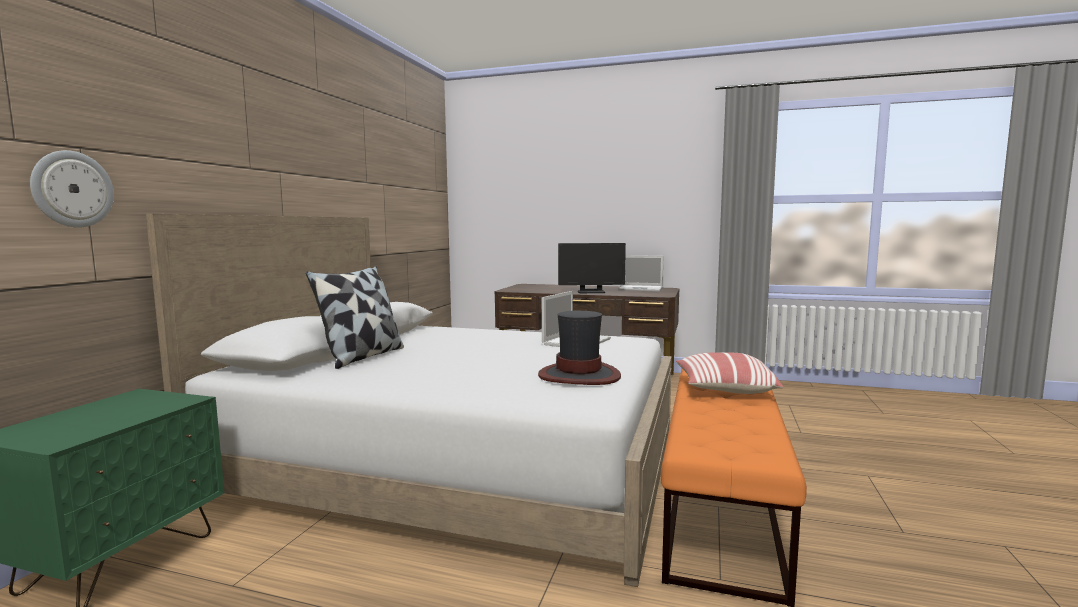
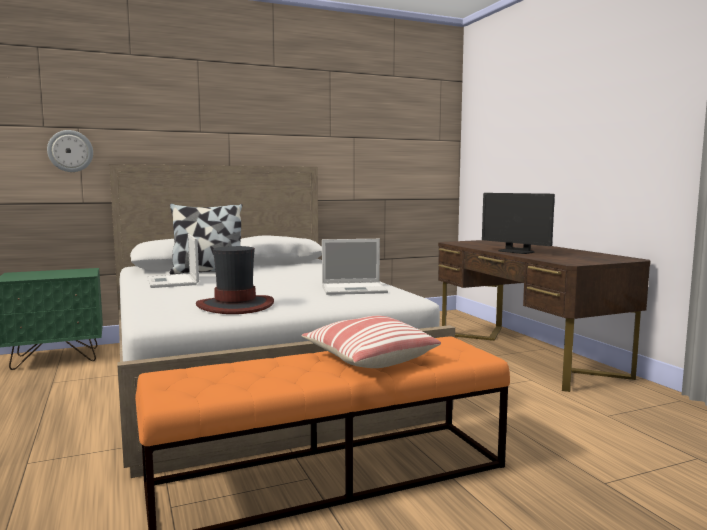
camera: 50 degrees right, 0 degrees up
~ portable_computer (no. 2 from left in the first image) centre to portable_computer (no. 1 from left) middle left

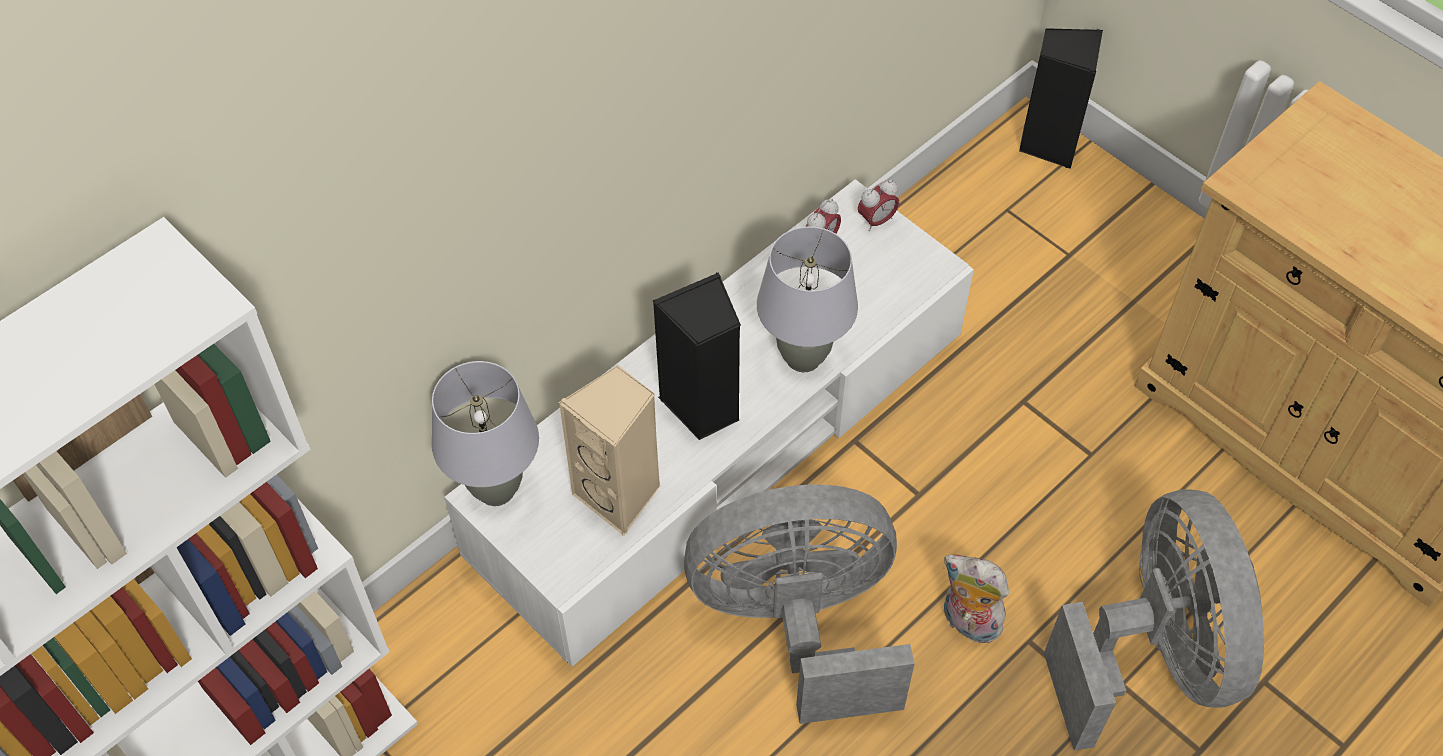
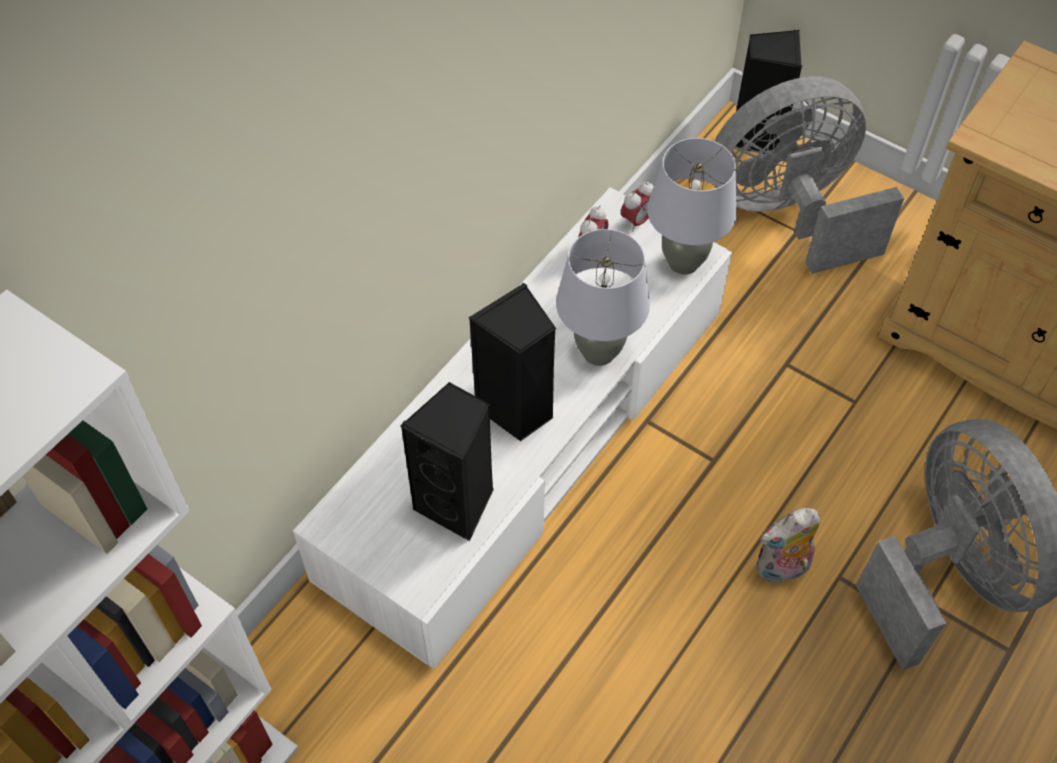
camera: 10 degrees left, 0 degrees up
~ sand-coloured_loudspeaker centre to blackish_loudspeaker (no. 1 from left) centre
~ gray_tabletop_lamp (no. 1 from left in the first image) centre to gray_tabletop_lamp (no. 2 from left) top centre
~ gray_electric_fan (no. 1 from left) bottom centre to top right
~ plush_toy bottom right = bottom right 45 degrees counterclockwise

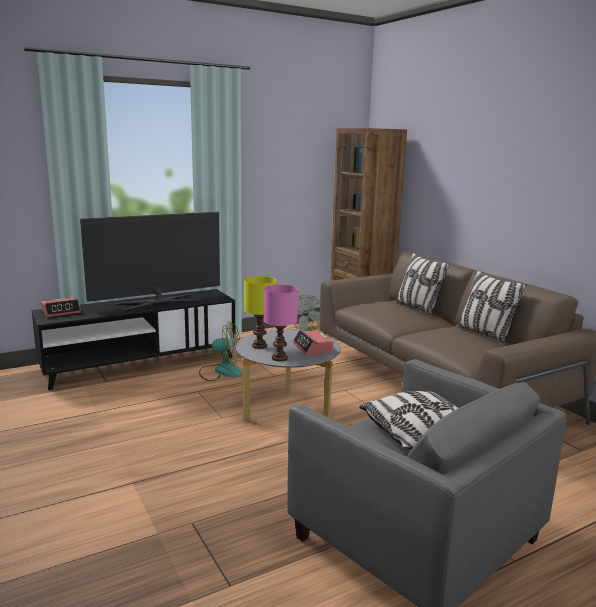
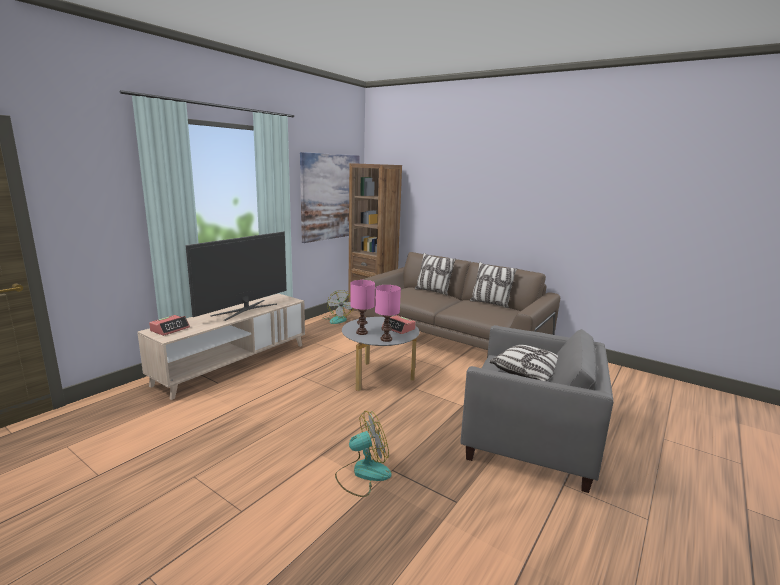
camera: 25 degrees left, 0 degrees up
~ blackish_tv_stand middle left to sand-coloured_tv_stand middle left
+ picture centre
~ electric_fan (no. 1 from left in the first image) centre to electric_fan (no. 2 from left) bottom centre
~ yellow-coloured_tabletop_lamp centre to pinkish_tabletop_lamp (no. 1 from left) centre

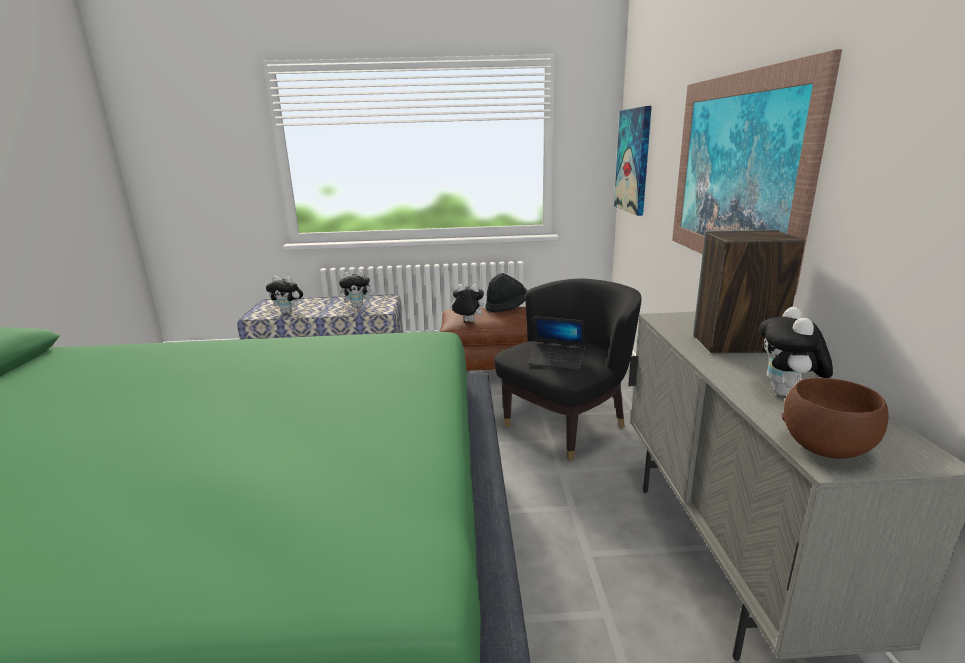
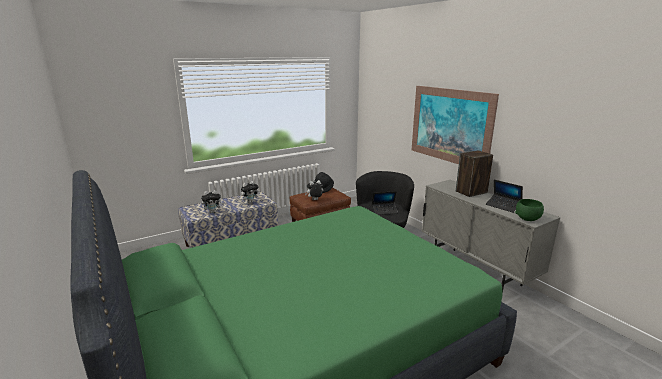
camera: 30 degrees left, 0 degrees up
~ plush_toy (no. 4 from left) middle right to portable_computer (no. 2 from left) middle right
~ brown-coloured_serving_bowl middle right to greenish_serving_bowl middle right
- picture (no. 1 from left) top centre

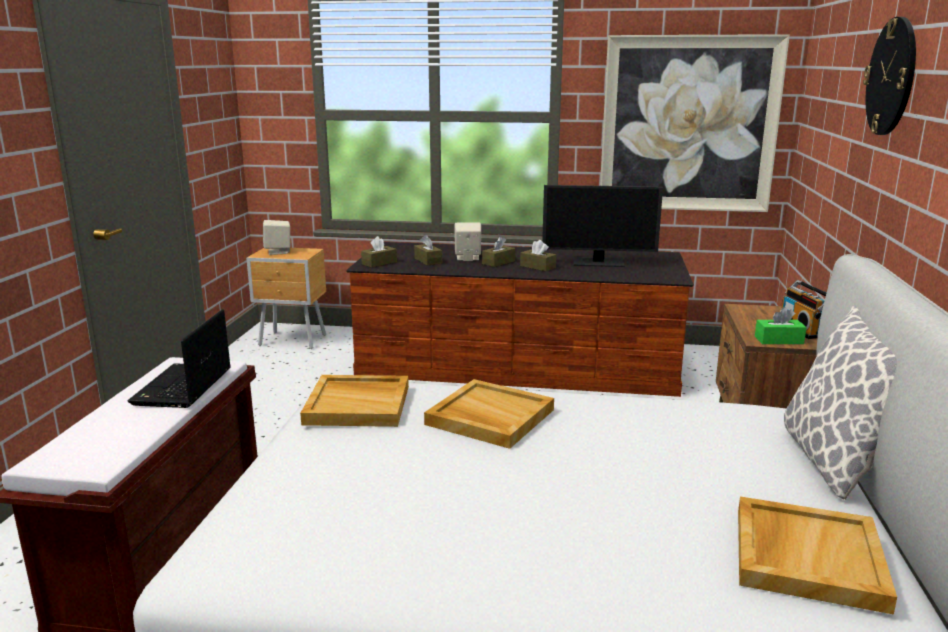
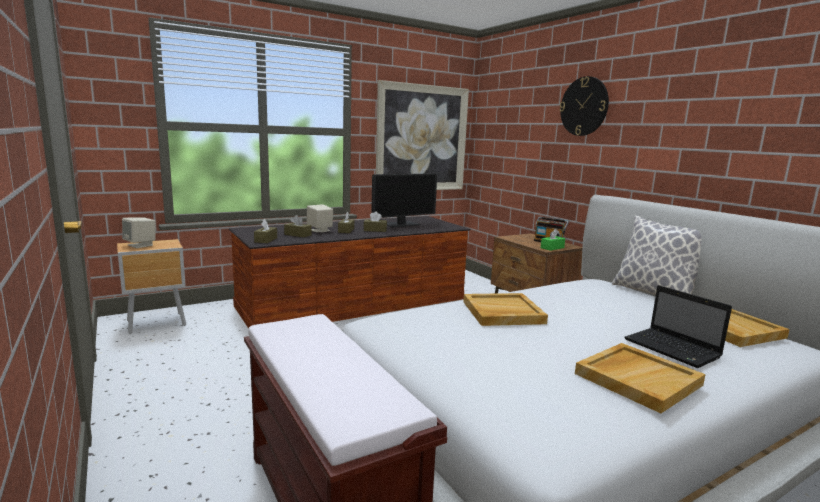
camera: 40 degrees left, 5 degrees down
~ sand-coloured_tray (no. 1 from left in the first image) centre to sand-coloured_tray (no. 2 from left) bottom right
~ portable_computer middle left to middle right

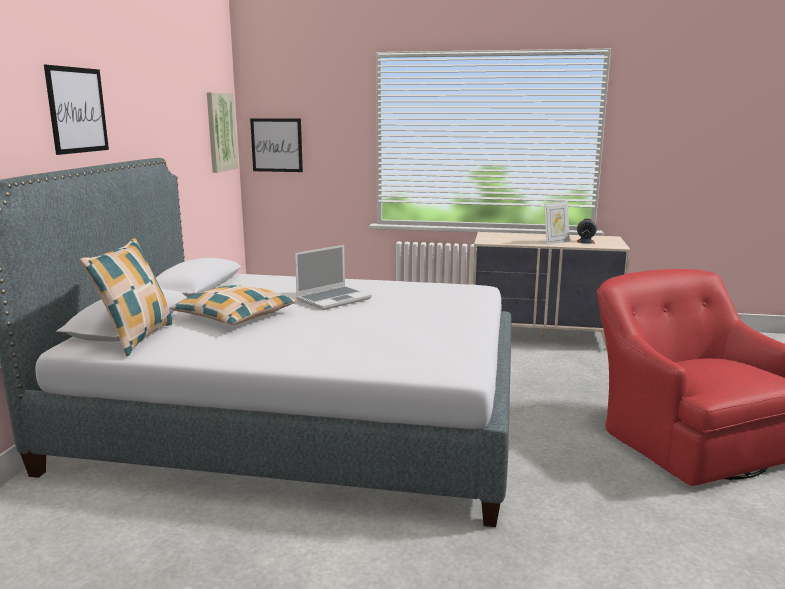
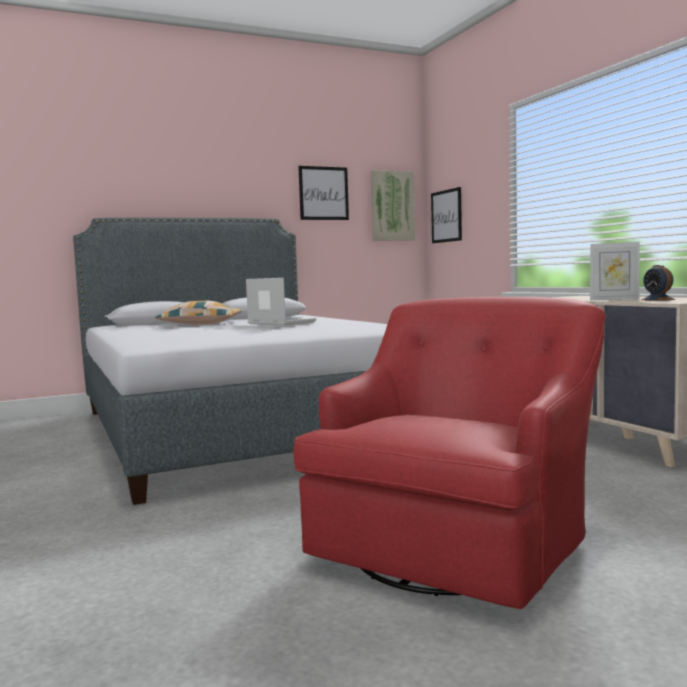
camera: 55 degrees right, 10 degrees down
~ portable_computer centre = centre 150 degrees counterclockwise
~ picture (no. 1 from left) top left to top centre
- throw_pillow (no. 1 from left) middle left

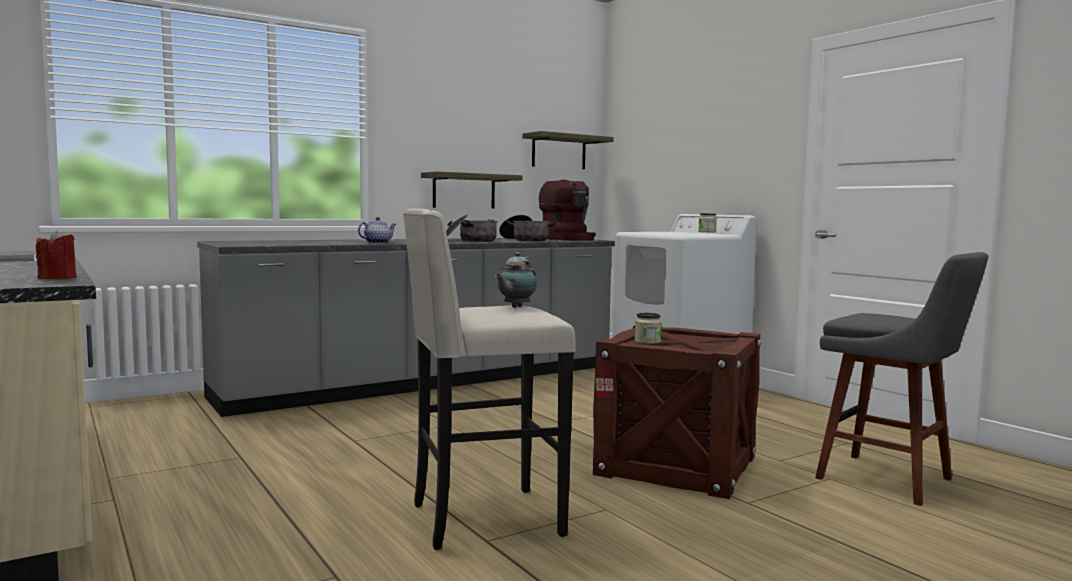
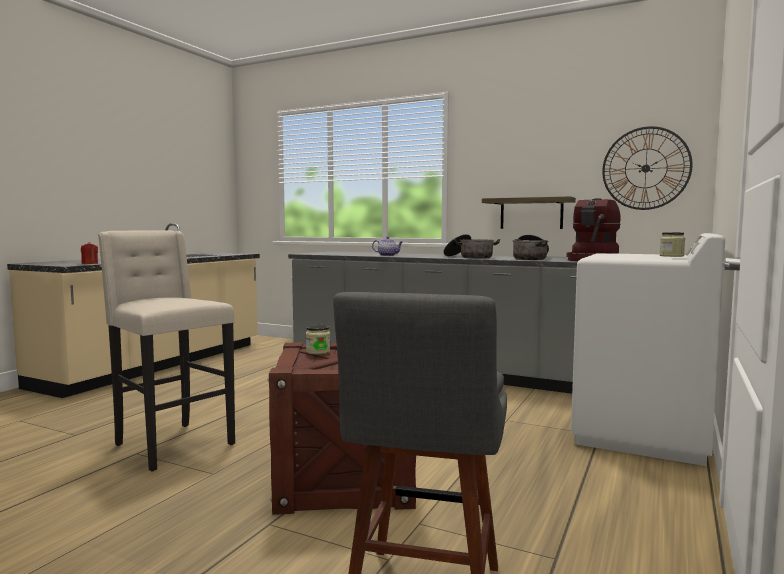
camera: 60 degrees right, 0 degrees up
~ bracket_shelf (no. 2 from left) top centre to hanging_clock top right
- teapot (no. 2 from left) centre

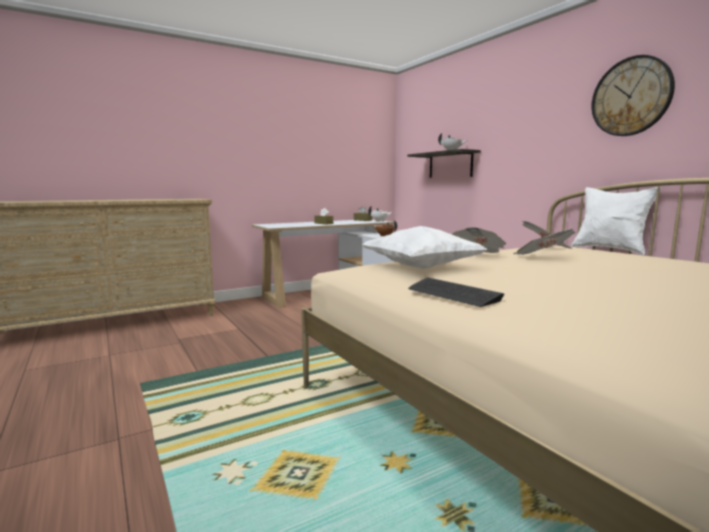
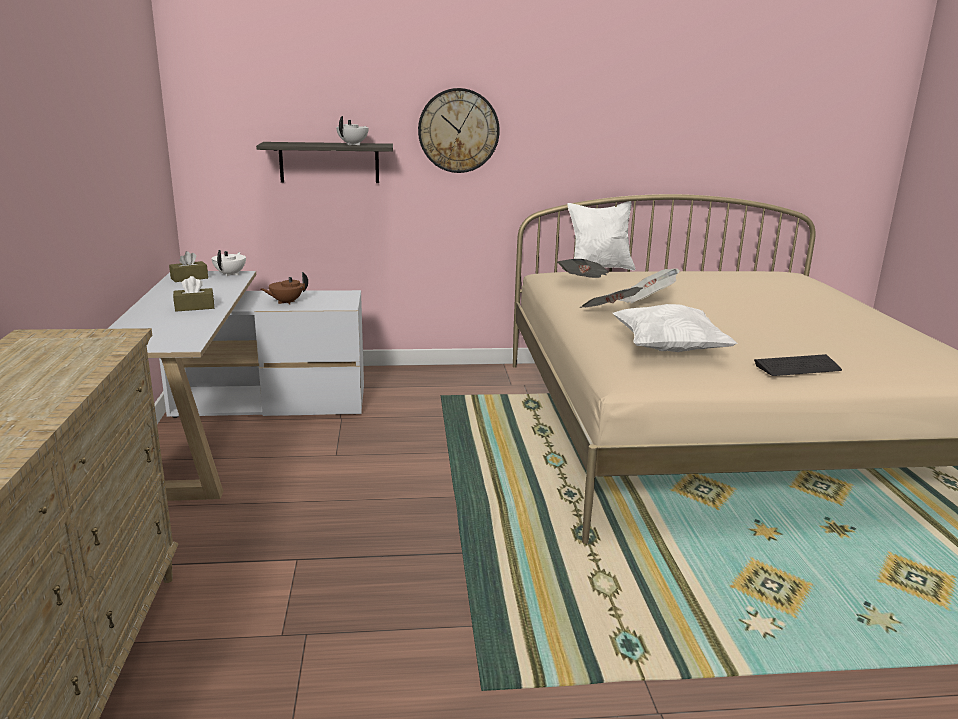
camera: 65 degrees left, 10 degrees up
~ hanging_clock top right to top centre

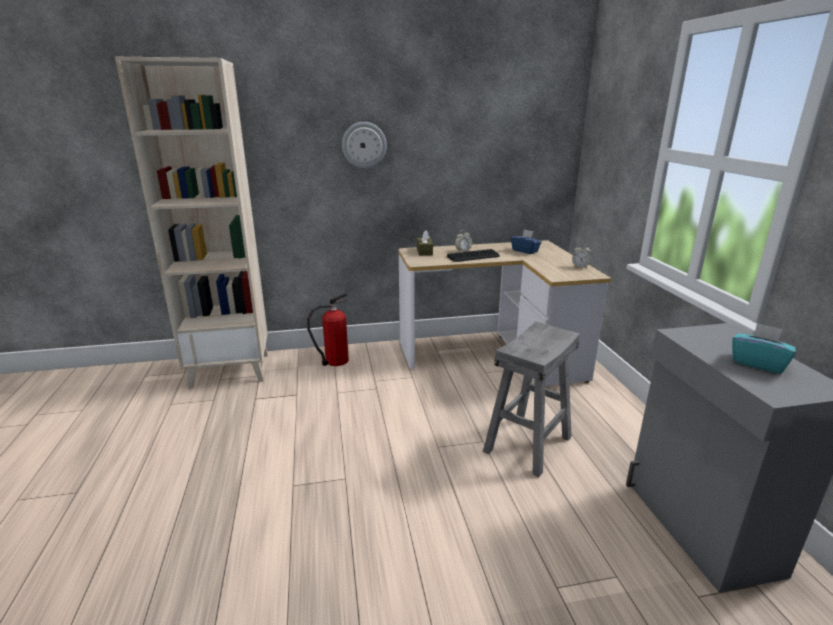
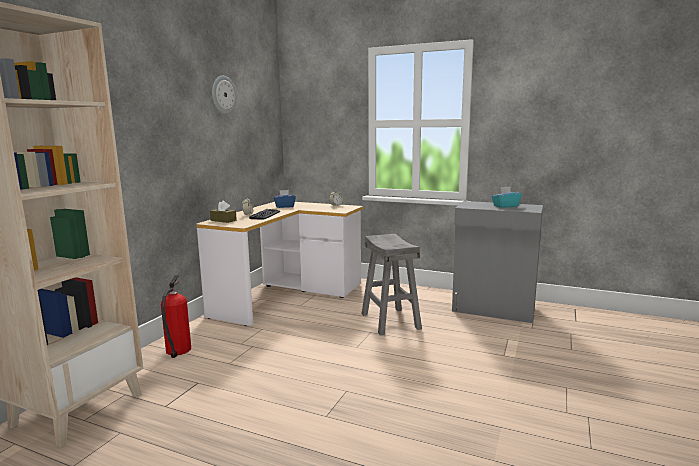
camera: 55 degrees left, 10 degrees down
~ hanging_clock top centre to top left

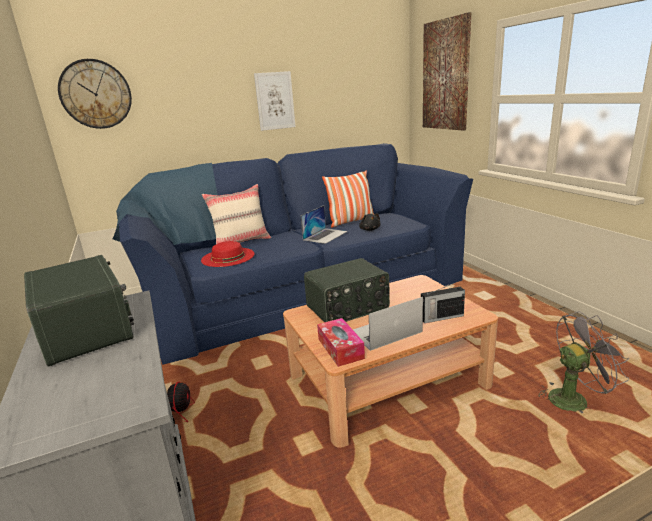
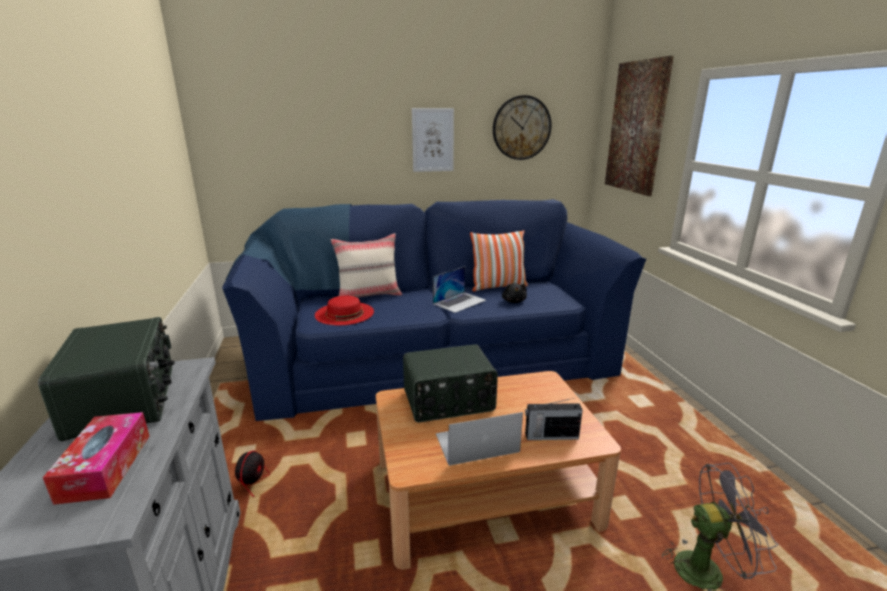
camera: 10 degrees right, 0 degrees up
~ tissue_box centre to bottom left
~ hanging_clock top left to top centre

